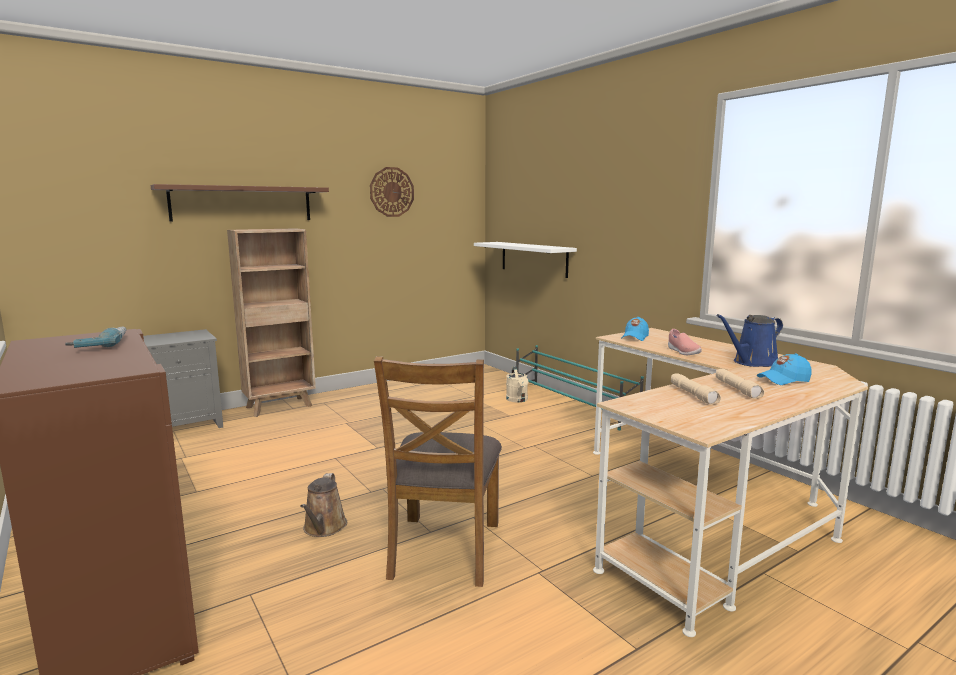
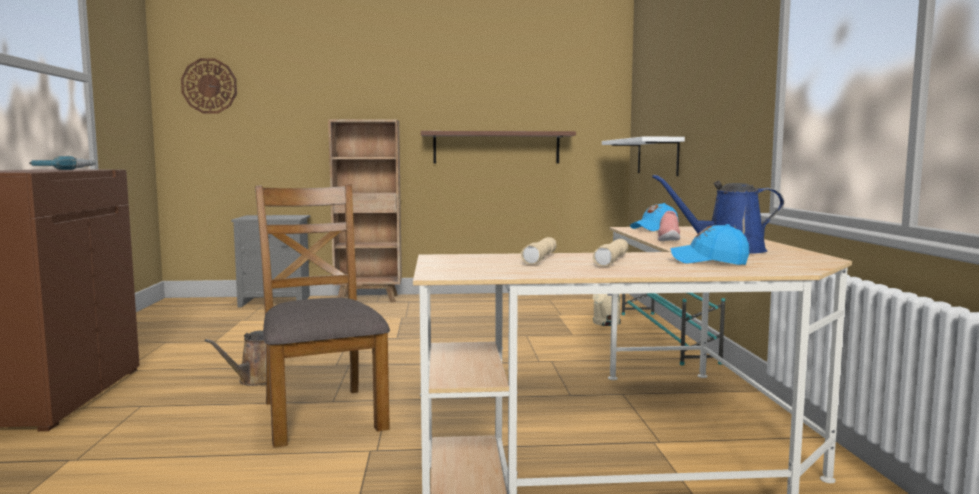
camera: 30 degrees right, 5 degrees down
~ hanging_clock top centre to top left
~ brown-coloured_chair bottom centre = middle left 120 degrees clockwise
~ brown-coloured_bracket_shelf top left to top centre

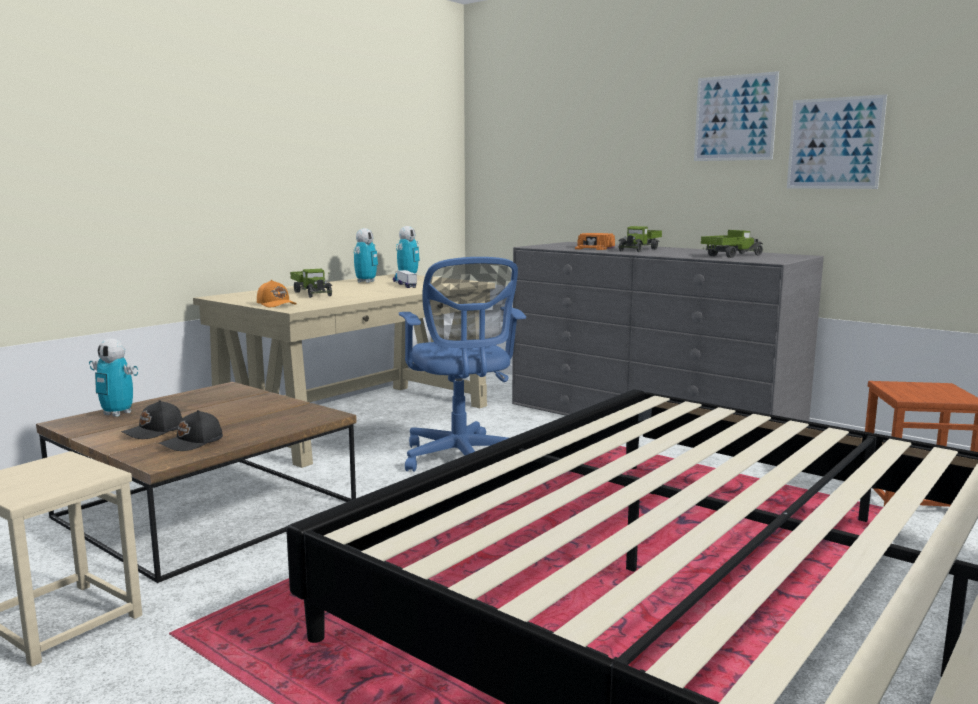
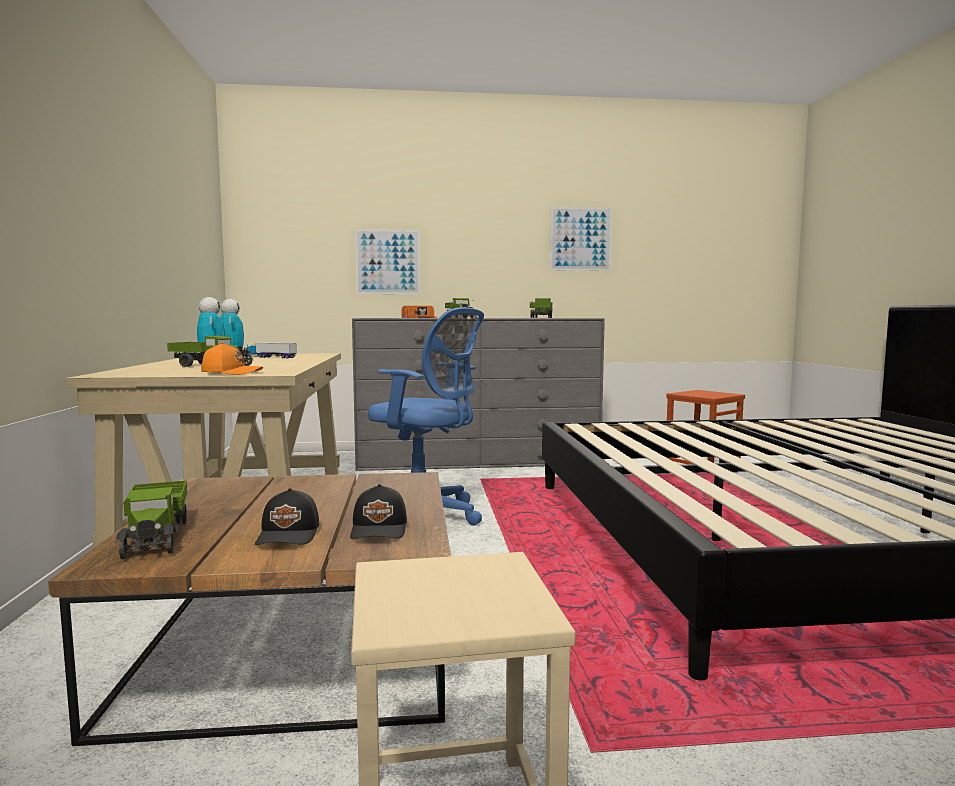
camera: 45 degrees left, 5 degrees down
~ model_robot (no. 1 from left) middle left to toy_lorry (no. 1 from left) middle left
~ picture (no. 1 from left) top right to centre

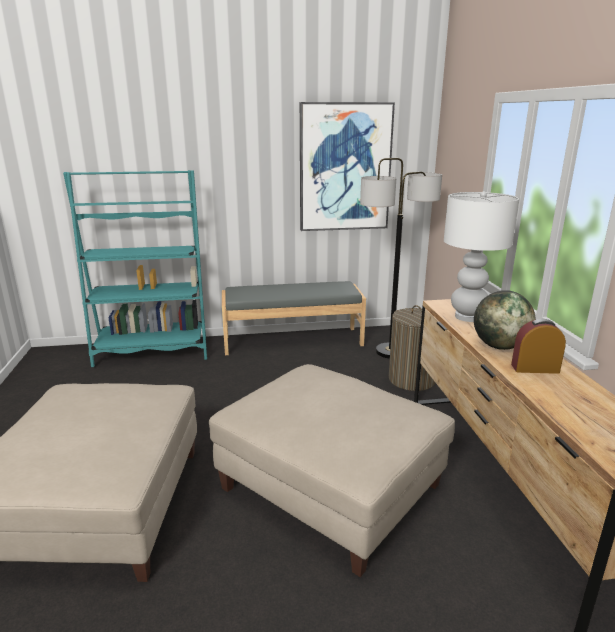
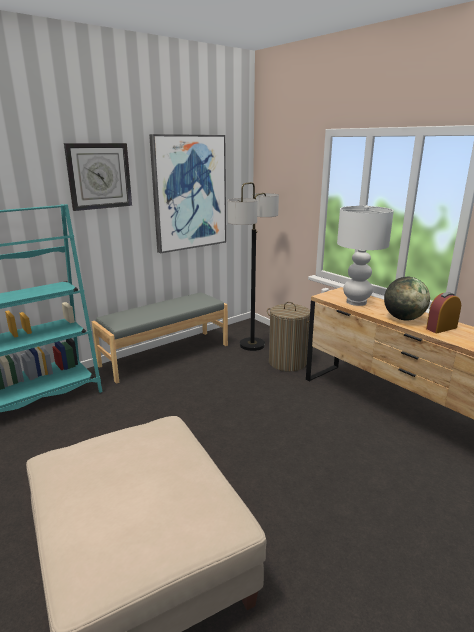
camera: 30 degrees left, 0 degrees up
+ hanging_clock top left
- sand-coloured_footrest (no. 2 from left) bottom centre

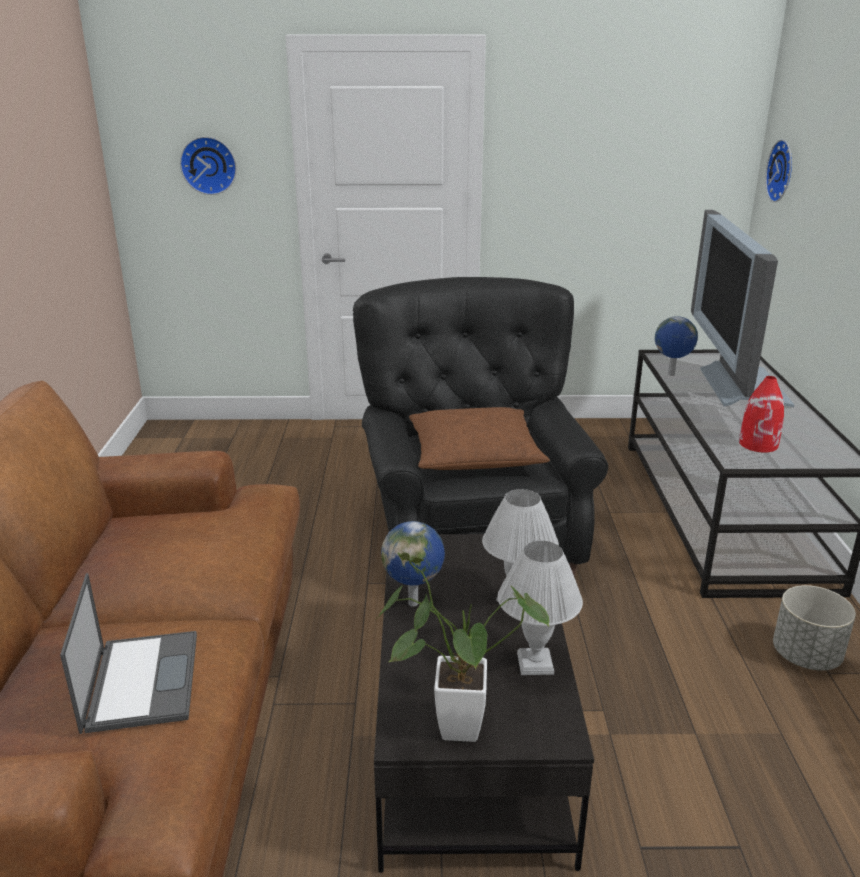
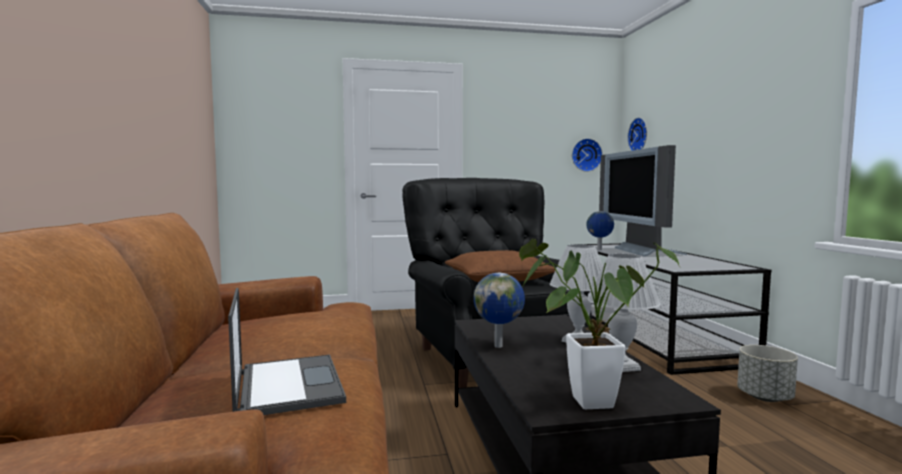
camera: 10 degrees left, 20 degrees down
~ hanging_clock (no. 1 from left) top left to top centre
- reddish_flower_vase middle right

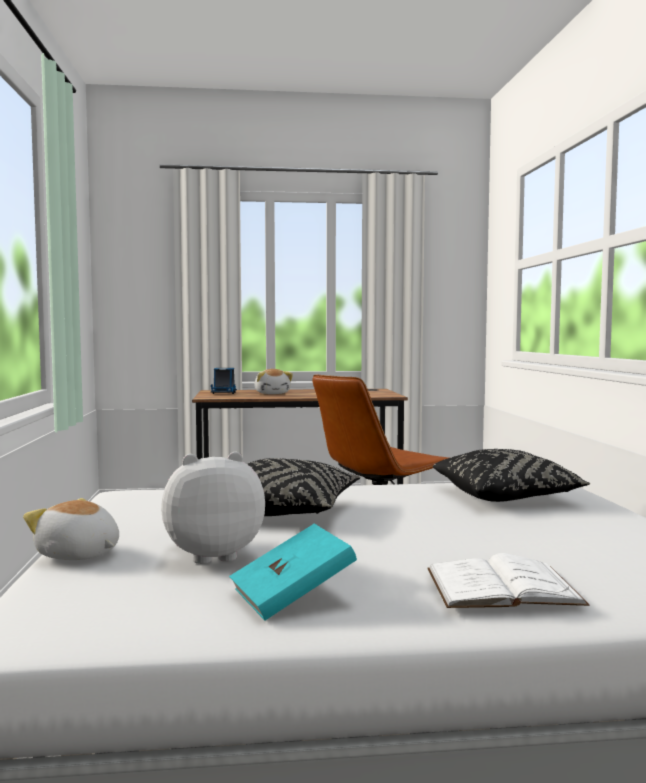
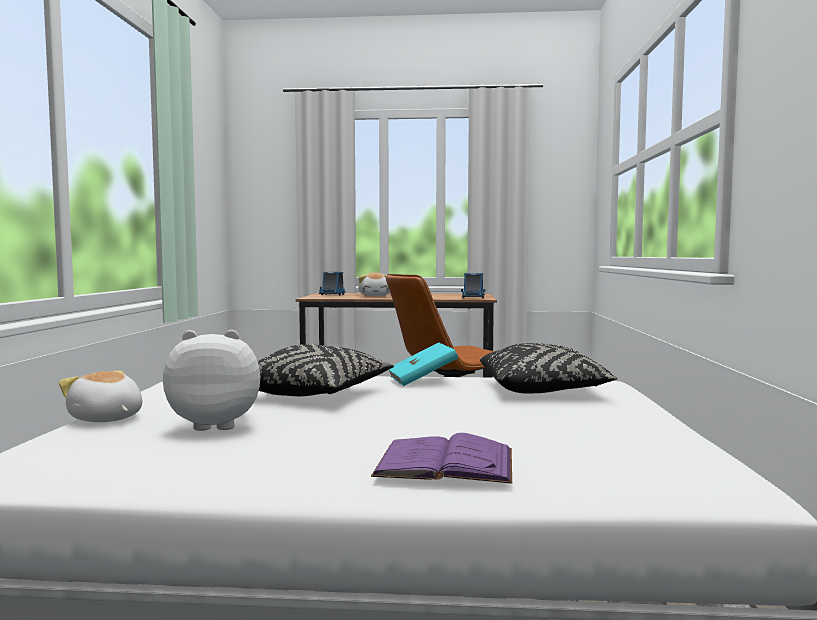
camera: 10 degrees right, 0 degrees up
~ whitish_bound_book bottom right to purple_bound_book bottom centre
~ blue-green_bound_book bottom centre to centre
+ toy_lorry (no. 2 from left) centre

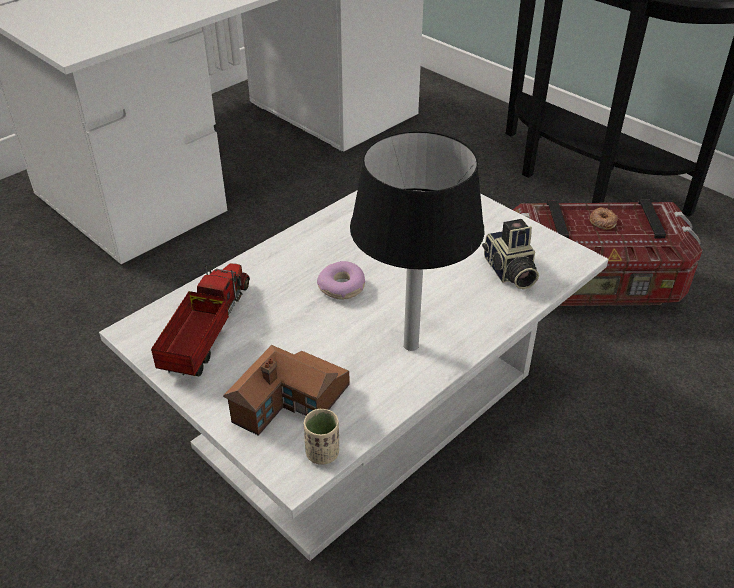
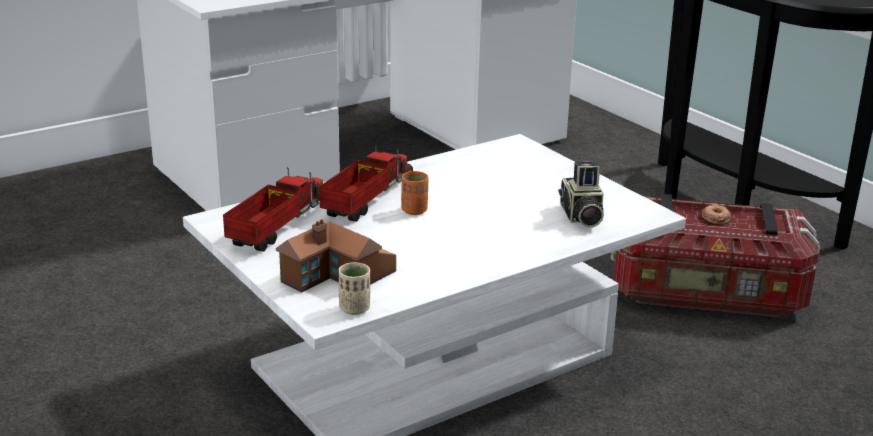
camera: 10 degrees right, 15 degrees down
+ toy_lorry (no. 2 from left) centre
~ donut (no. 1 from left) centre to orange_cup centre
- blackish_tabletop_lamp centre

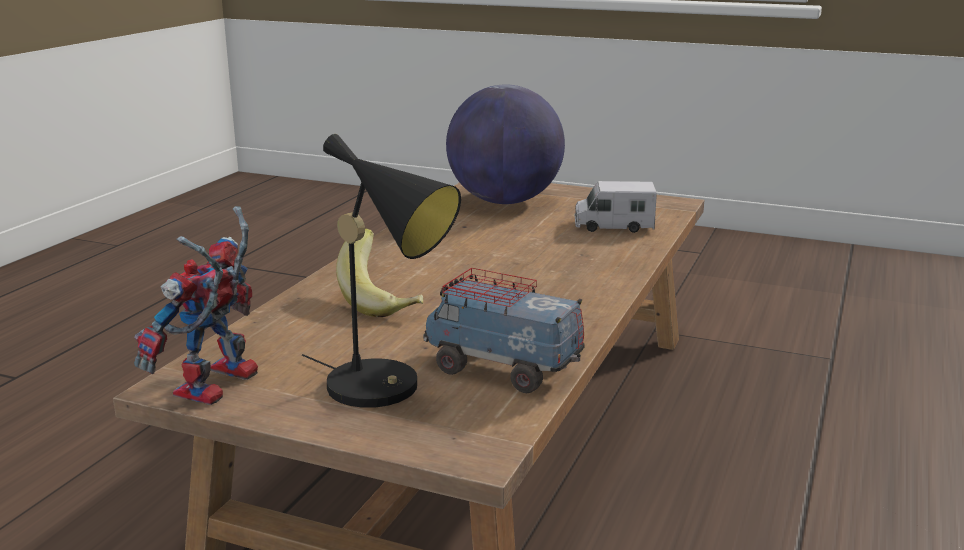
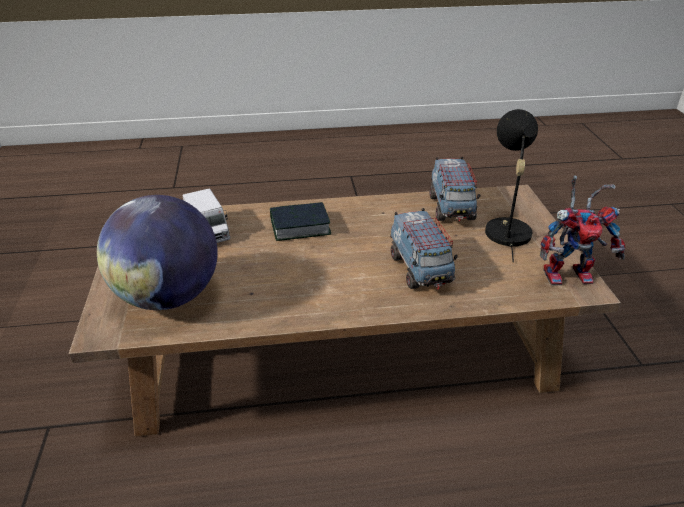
camera: 120 degrees left, 15 degrees up
+ bound_book centre
~ banana_fruit centre to toy_lorry (no. 2 from left) centre

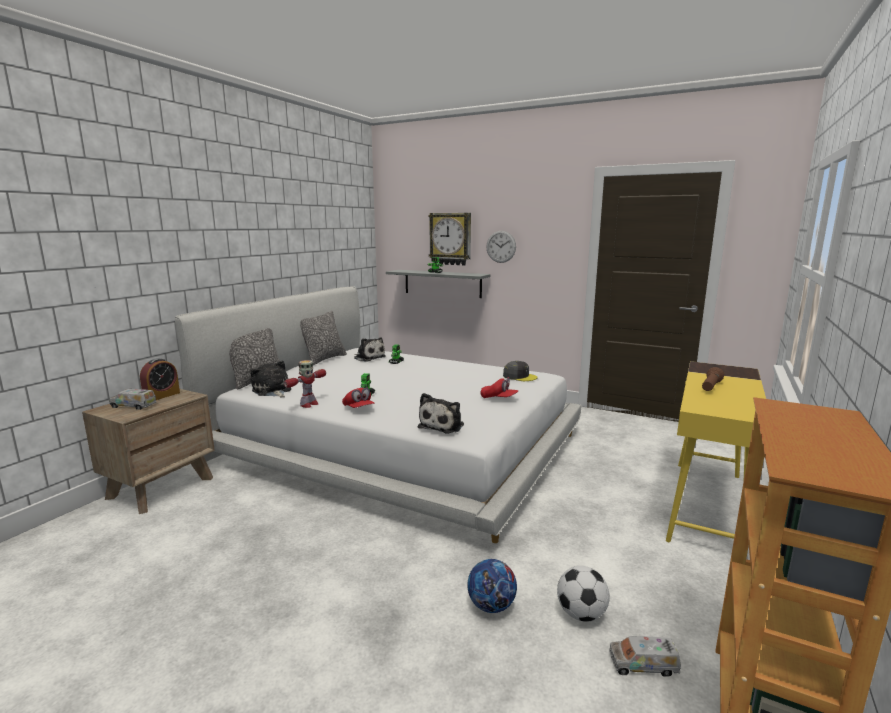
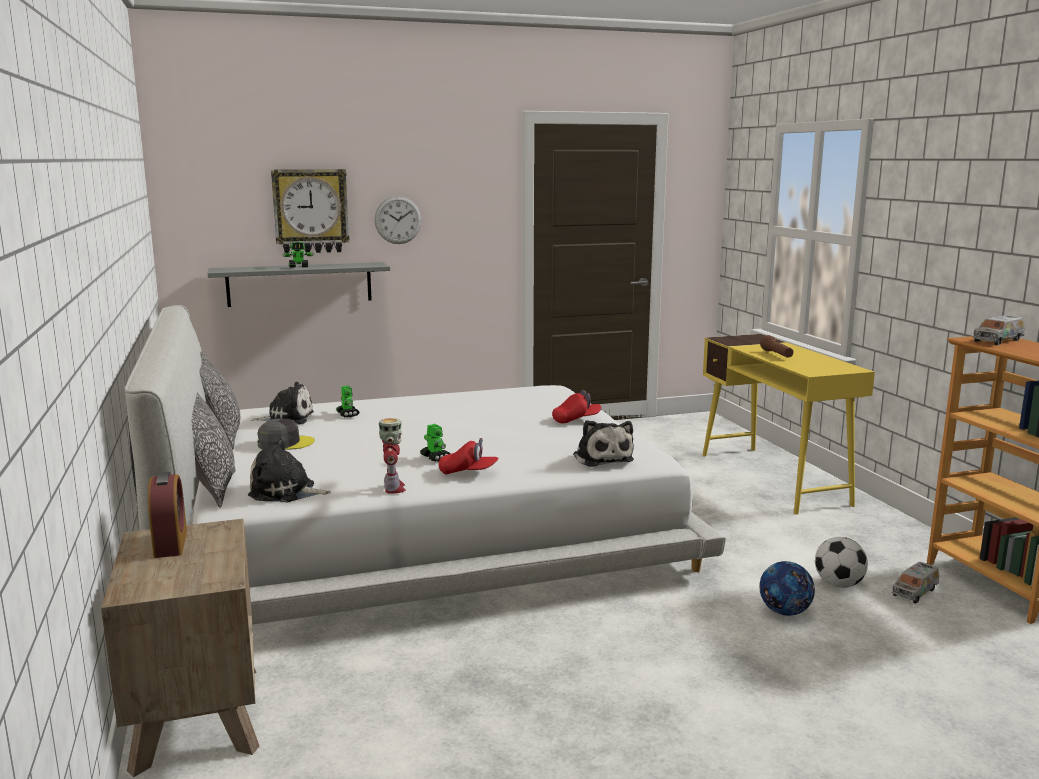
camera: 45 degrees left, 0 degrees up
~ gray_baseball_cap centre to middle left
~ toy_lorry (no. 1 from left in the first image) middle left to toy_lorry (no. 2 from left) middle right

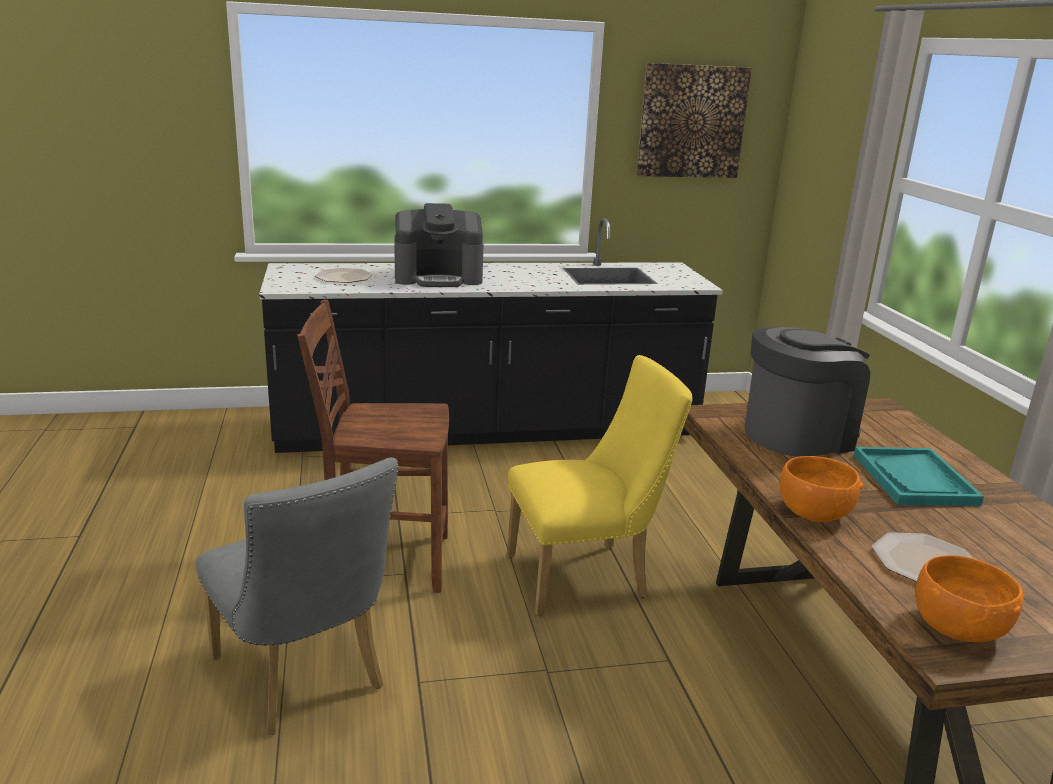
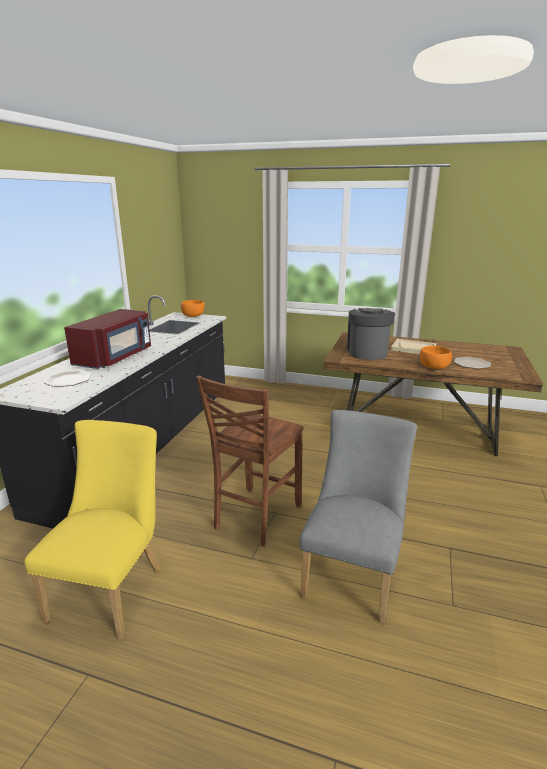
camera: 60 degrees left, 0 degrees up
~ yellow-coloured_chair centre to bottom left
~ coffee_brewer (no. 1 from left) top centre to reddish_microwave middle left
~ orange_serving_bowl (no. 2 from left in the first image) bottom right to orange_serving_bowl (no. 1 from left) centre
~ gray_chair bottom left = bottom centre 60 degrees counterclockwise
~ blue-green_tray middle right to sand-coloured_tray middle right
- picture top centre

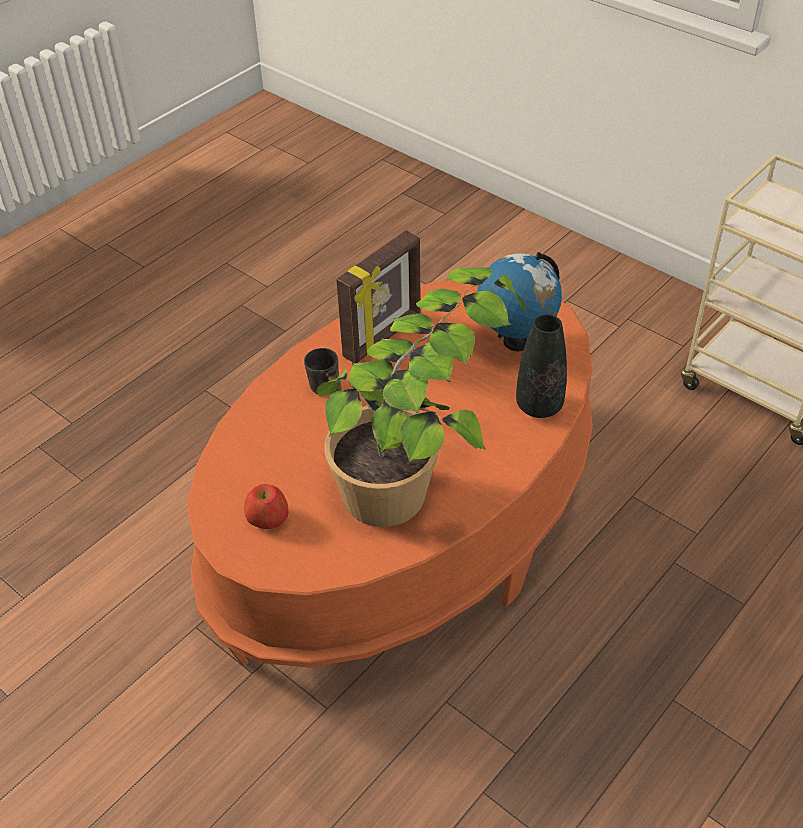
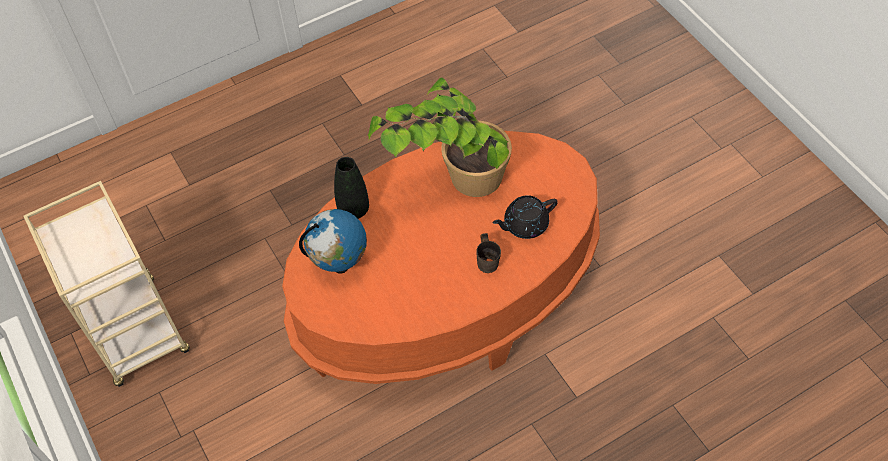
camera: 160 degrees left, 10 degrees up
+ blackish_teapot centre
- apple_fruit middle left
- photo_frame centre

